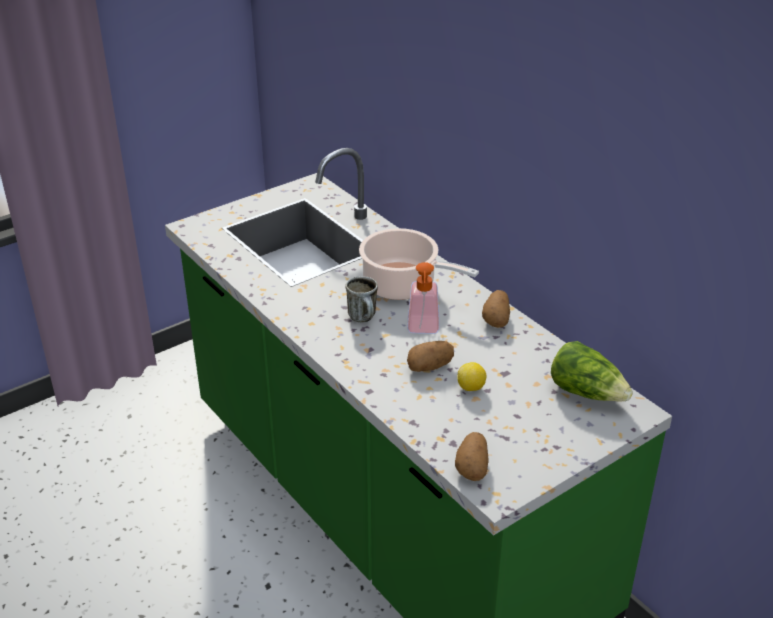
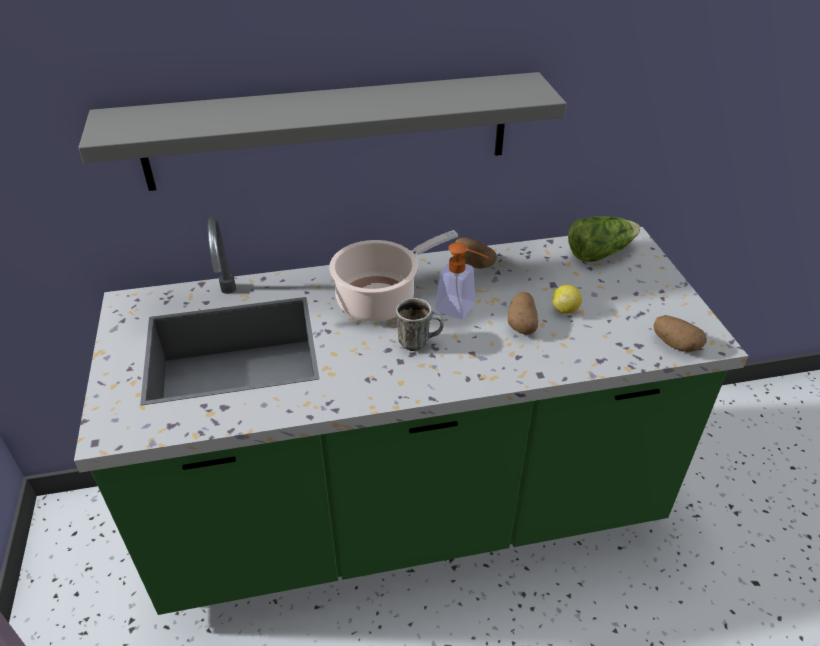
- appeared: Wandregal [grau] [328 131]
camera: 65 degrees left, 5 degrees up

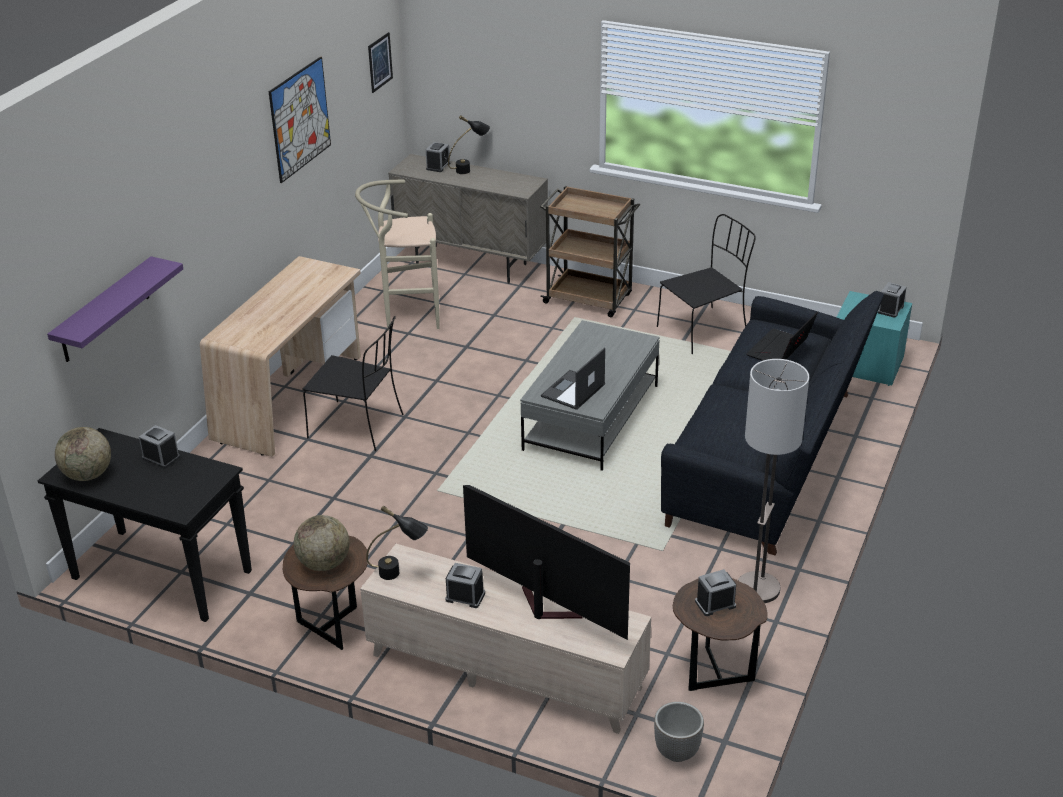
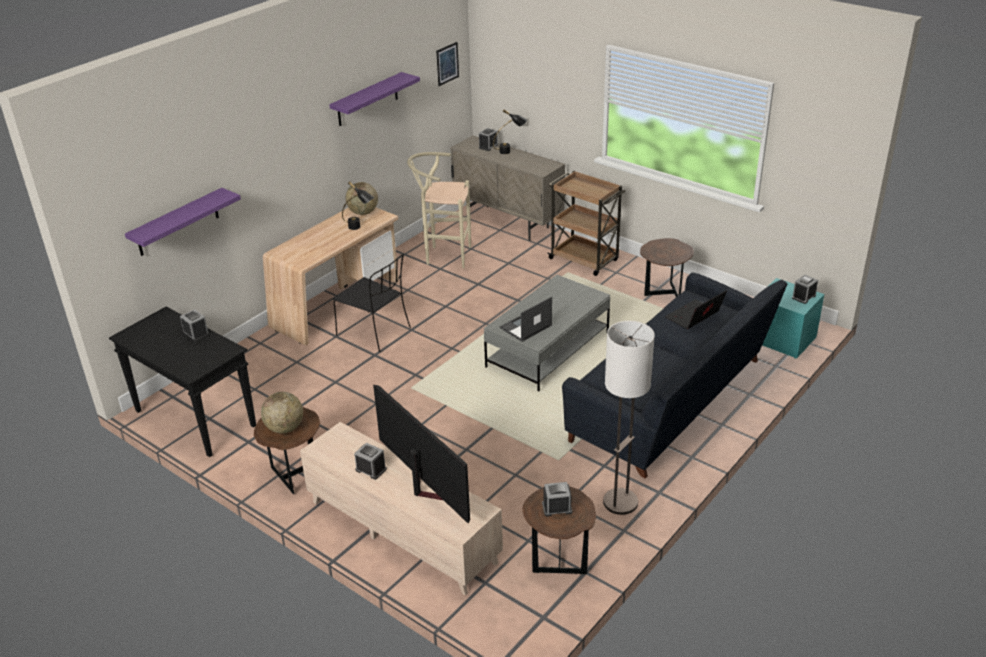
- exchanged: Bild [300 119] to Wandregal [lila] [367 99]
- relocated: Tischlampe [schwarz] [399 574] to [359 228]
- relocated: Globus [88 475] to [363 212]
- exchanged: Stuhl [schwarz] [704 330] to Beistelltisch [braun] [663 294]
- missing: Pflanzkübel [676 752]
camera: 15 degrees right, 0 degrees up

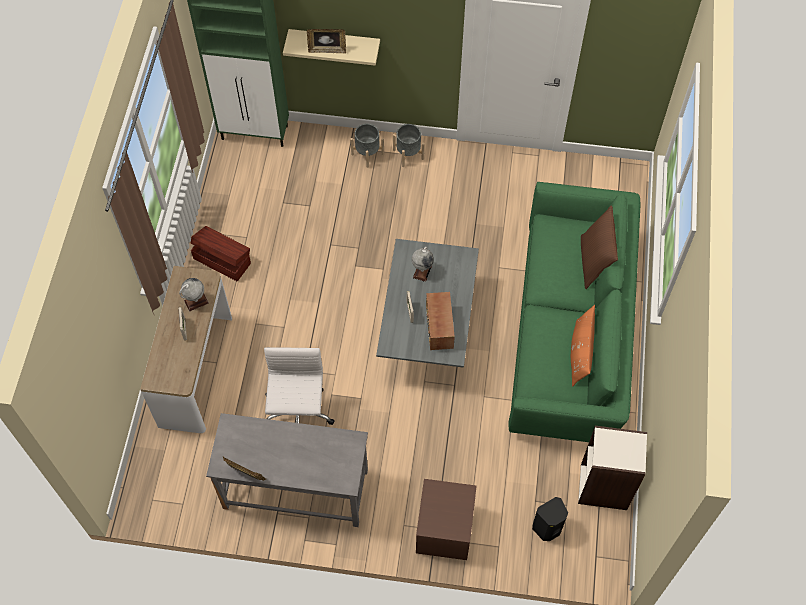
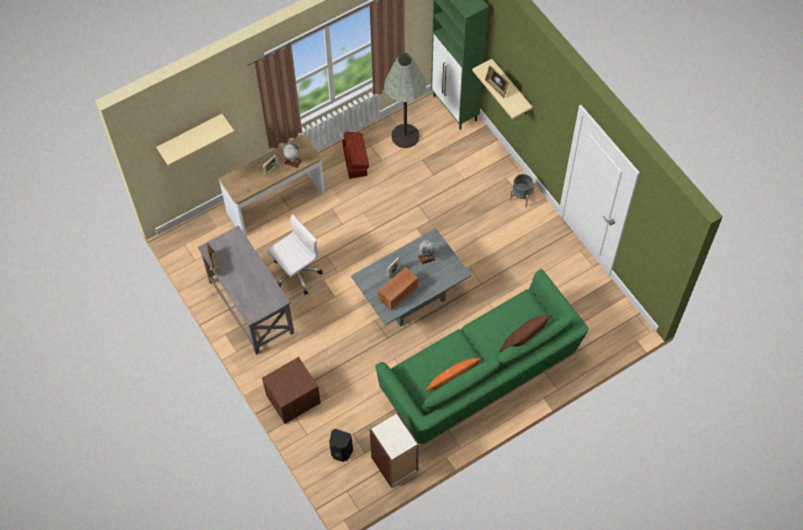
- appeared: Wandregal [beige] [191 136]
- appeared: Stehlampe [grau] [405 136]
- missing: Pflanzkübel [grau] [367 154]
camera: 50 degrees right, 0 degrees up

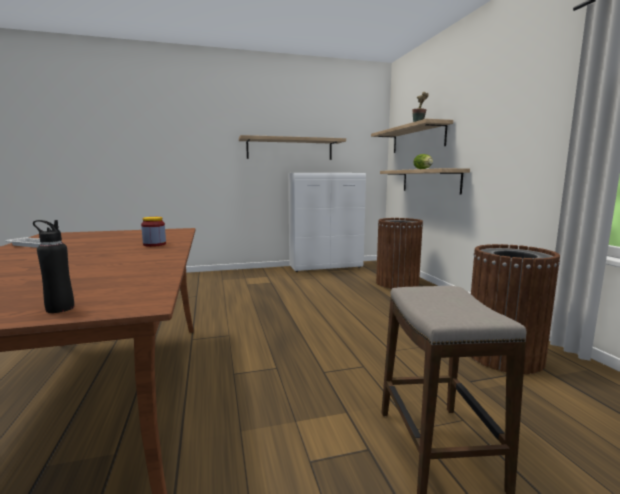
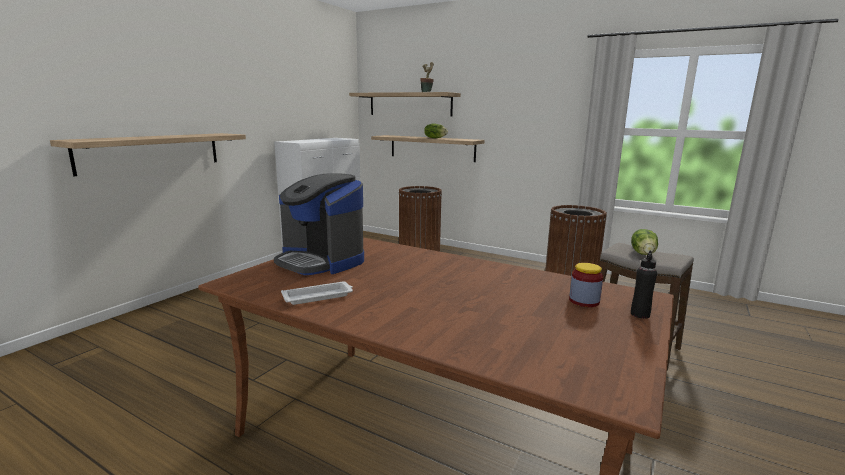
- relocated: Wandregal [290 149] to [151 152]
- appeared: Kaffeemaschine [321 261]
- relocated: Vorratsglas [154 244] to [584 301]
- appeared: Salatkopf [643 254]
camera: 45 degrees left, 5 degrees up

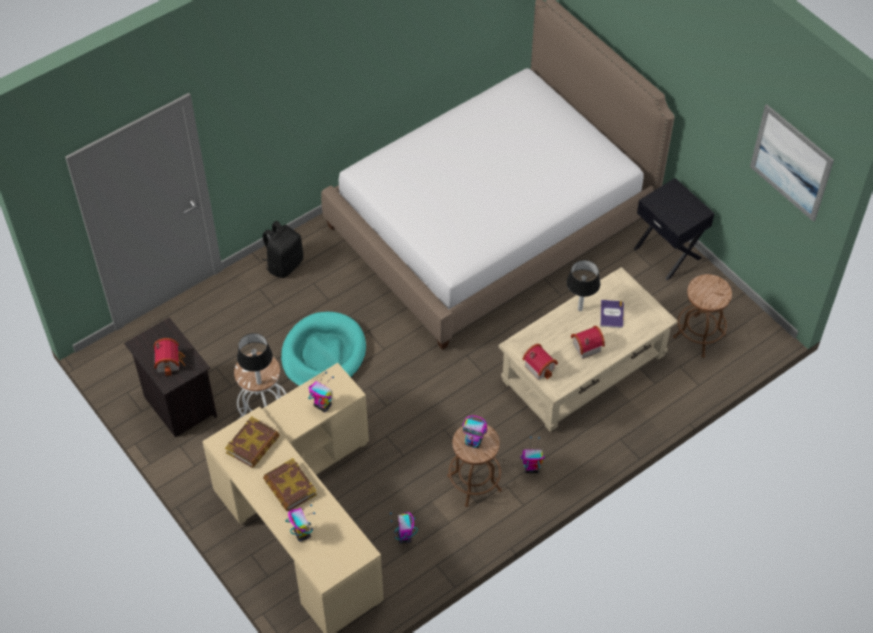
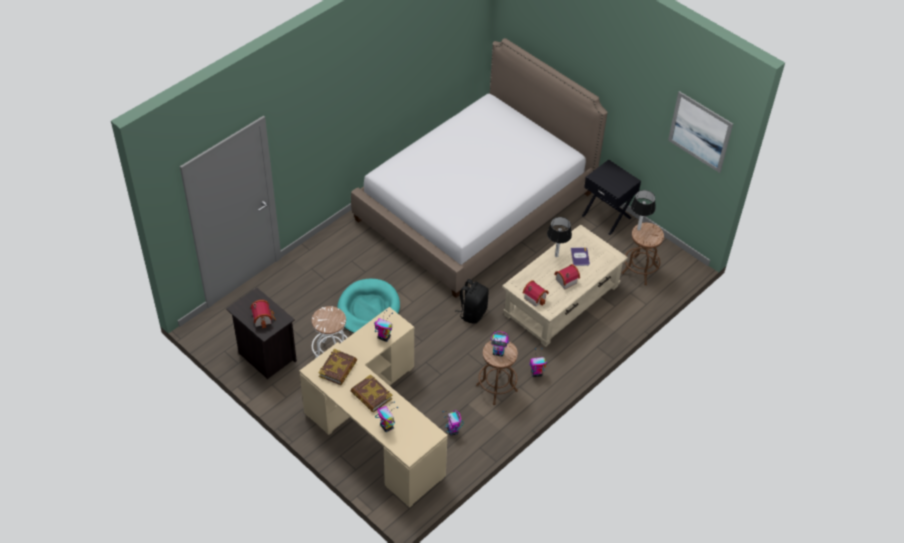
- relocated: Rucksack [schwarz] [284 264] to [472 313]
- relocated: Tischlampe [259 382] to [639 229]
camera: 10 degrees left, 5 degrees down

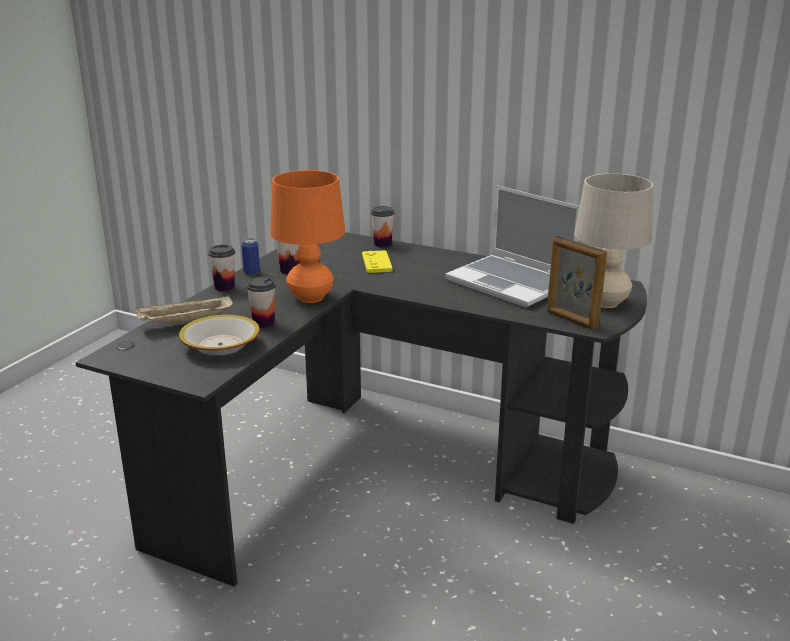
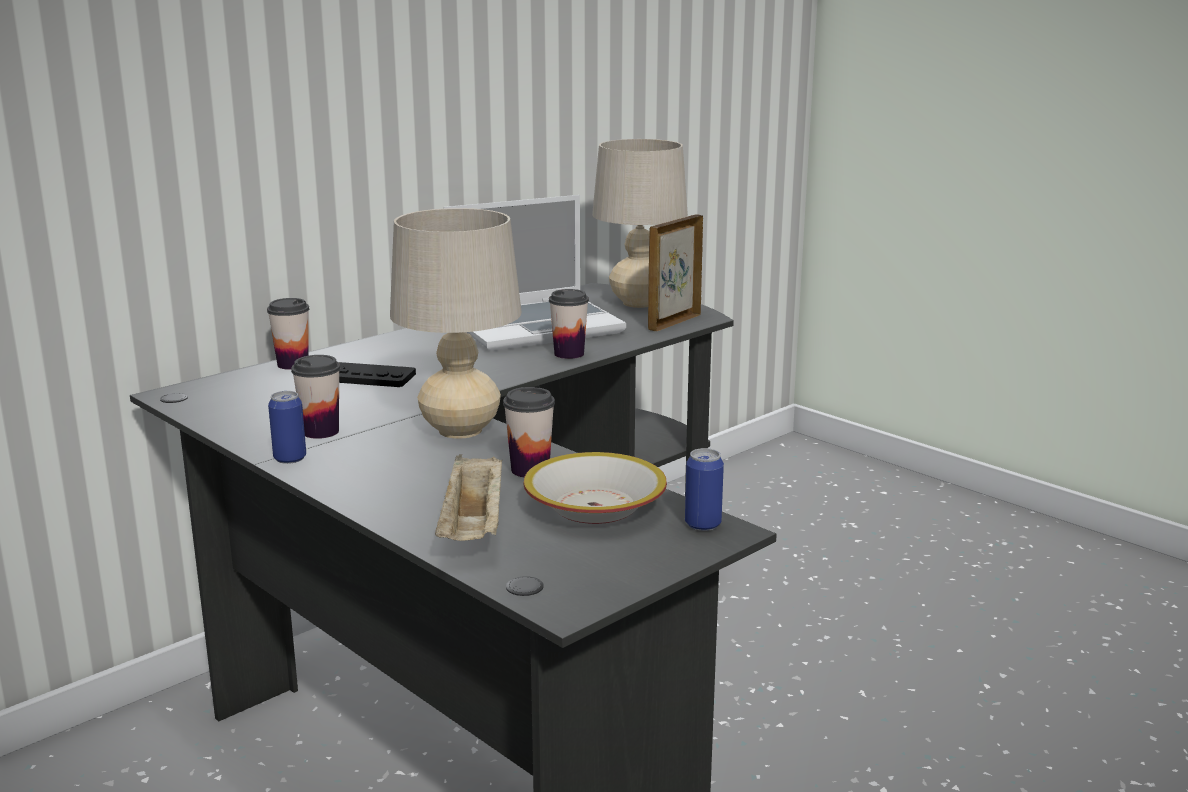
- colour: Gamepad [gelb] [376 263] to Gamepad [schwarz] [368 377]
- colour: Tischlampe [orange] [310 298] to Tischlampe [beige] [460 430]
- relocated: Tasse [224 287] to [569 354]
- spun: Bilderrahmen [571 320] = [673 322] 150 degrees clockwise
- appeared: Dose [703 524]
camera: 70 degrees left, 5 degrees down

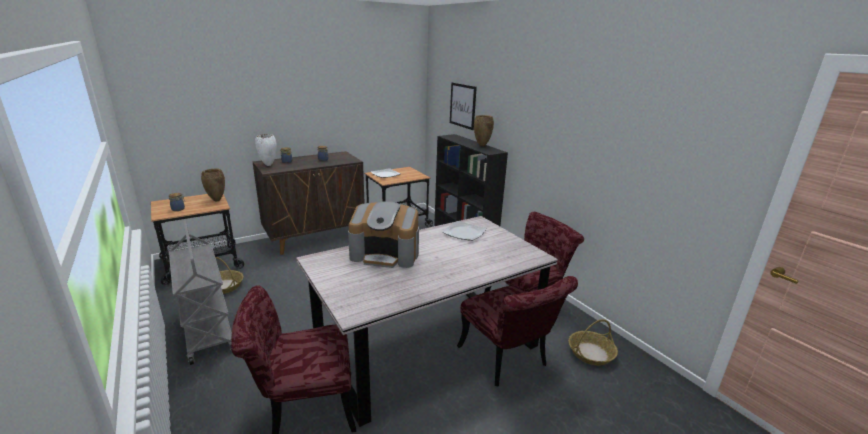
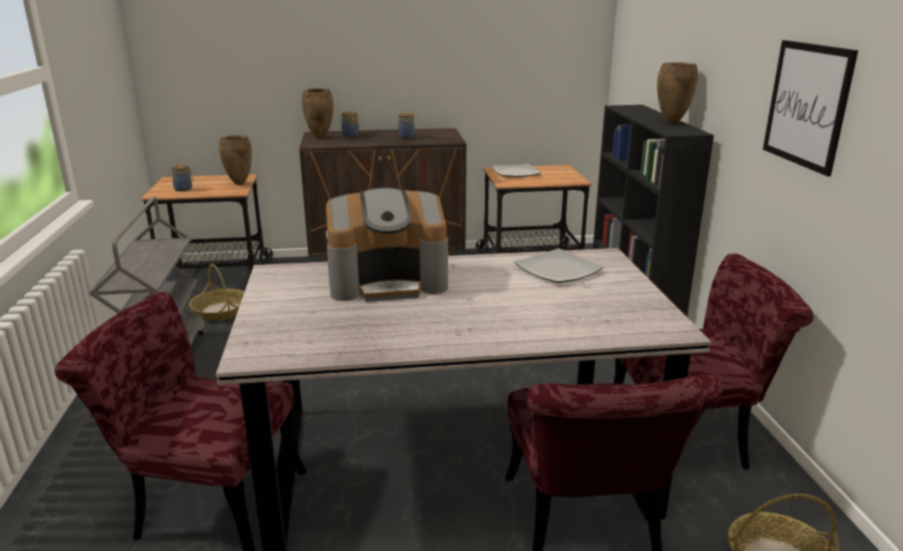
- colour: Vase [weiß] [268 165] to Vase [braun] [320 138]
- spun: Kaffeemaschine [386 254] = [388 281] 45 degrees counterclockwise
- relocated: Bild [462 105] to [807 105]
camera: 25 degrees right, 0 degrees up

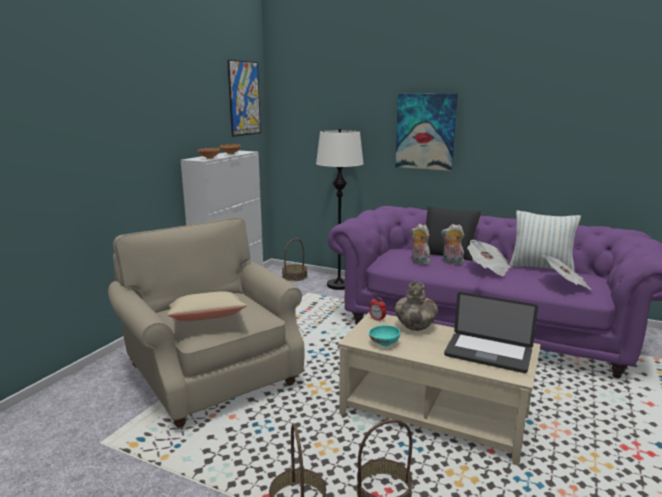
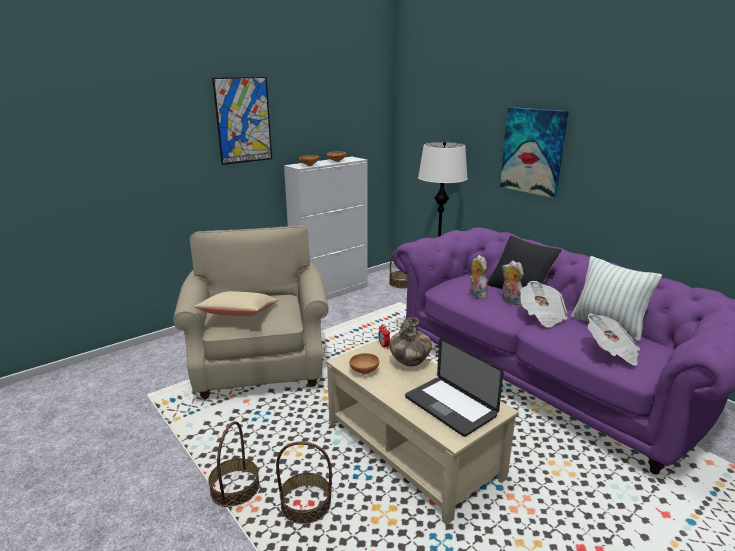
- relocated: Bild [244 98] to [243 120]
- colour: Schüssel [türkis] [383 343] to Schüssel [braun] [364 371]
camera: 25 degrees right, 5 degrees up

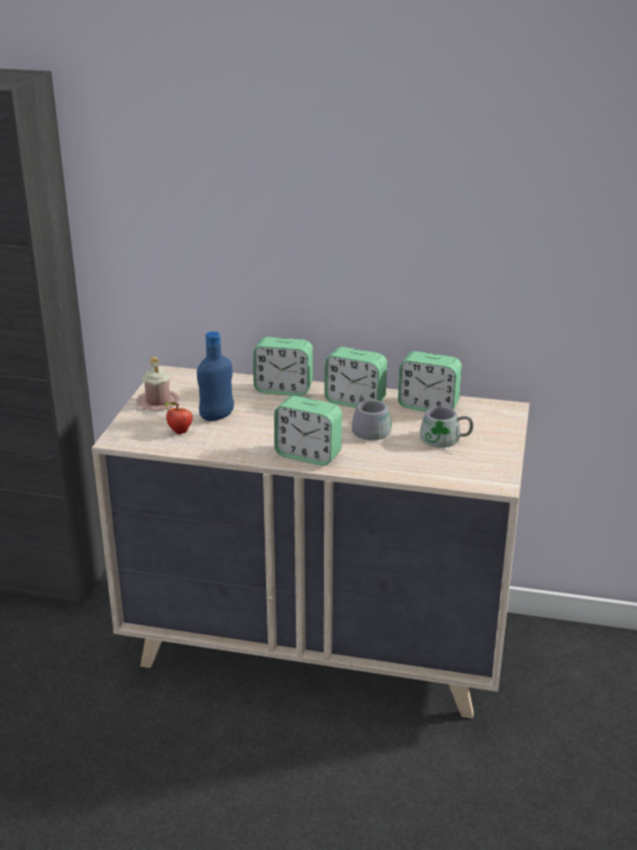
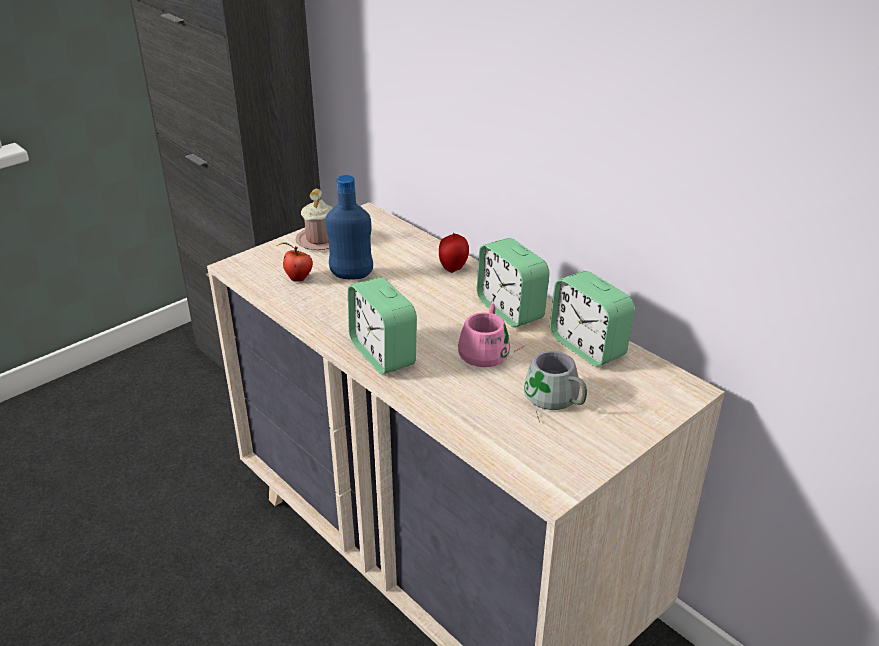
- exchanged: Wecker [283 389] to Apfel [453 268]
- colour: Henkelbecher [grau] [373 428] to Henkelbecher [rosa] [491 350]
camera: 35 degrees right, 5 degrees up

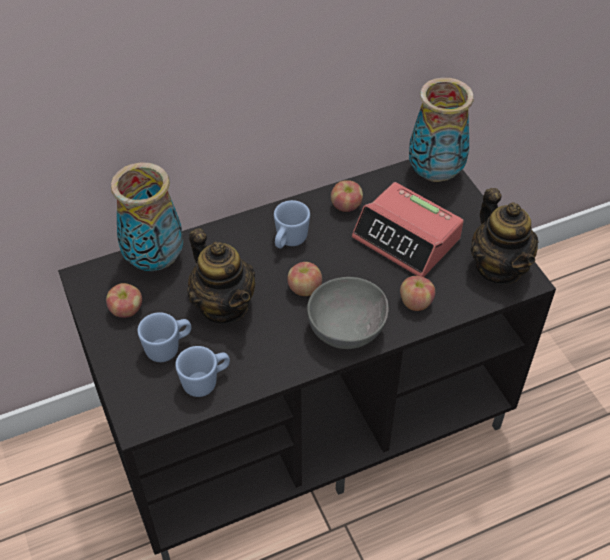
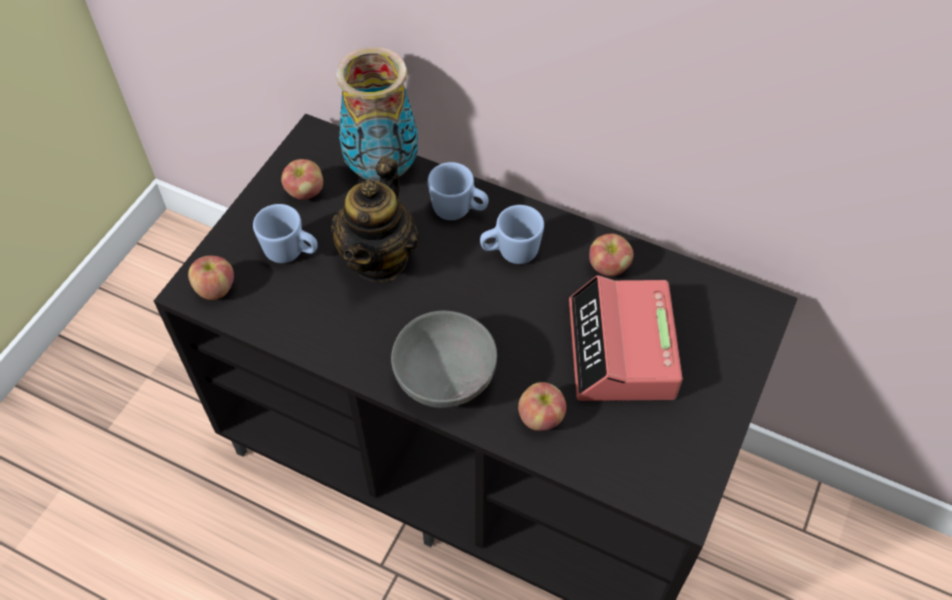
- relocated: Apfel [304 289] to [215 288]
- relocated: Henkelbecher [blau] [206 382] to [459 210]
- missing: Vase [435 174]
- missing: Teekanne [499 267]
camera: 50 degrees right, 5 degrees up

